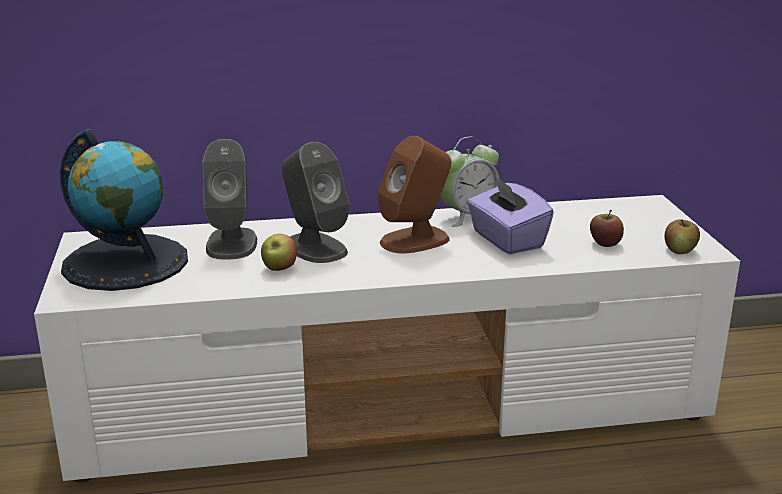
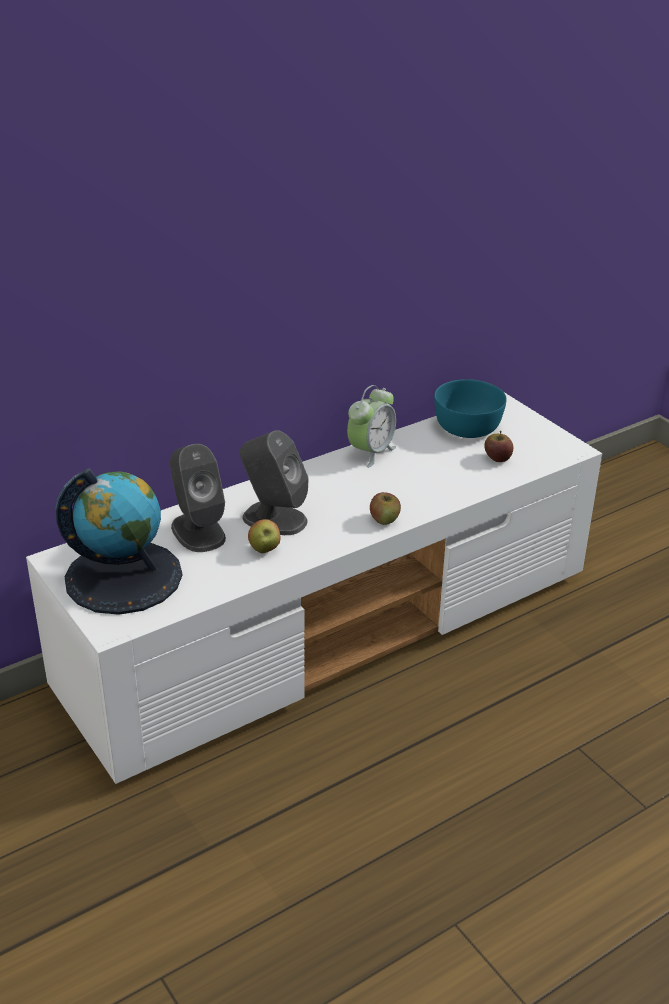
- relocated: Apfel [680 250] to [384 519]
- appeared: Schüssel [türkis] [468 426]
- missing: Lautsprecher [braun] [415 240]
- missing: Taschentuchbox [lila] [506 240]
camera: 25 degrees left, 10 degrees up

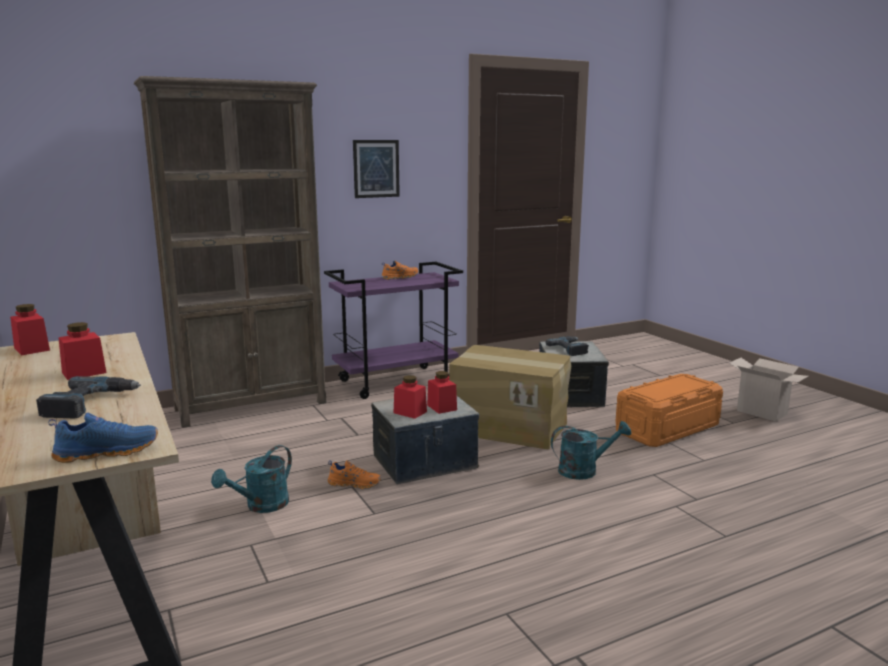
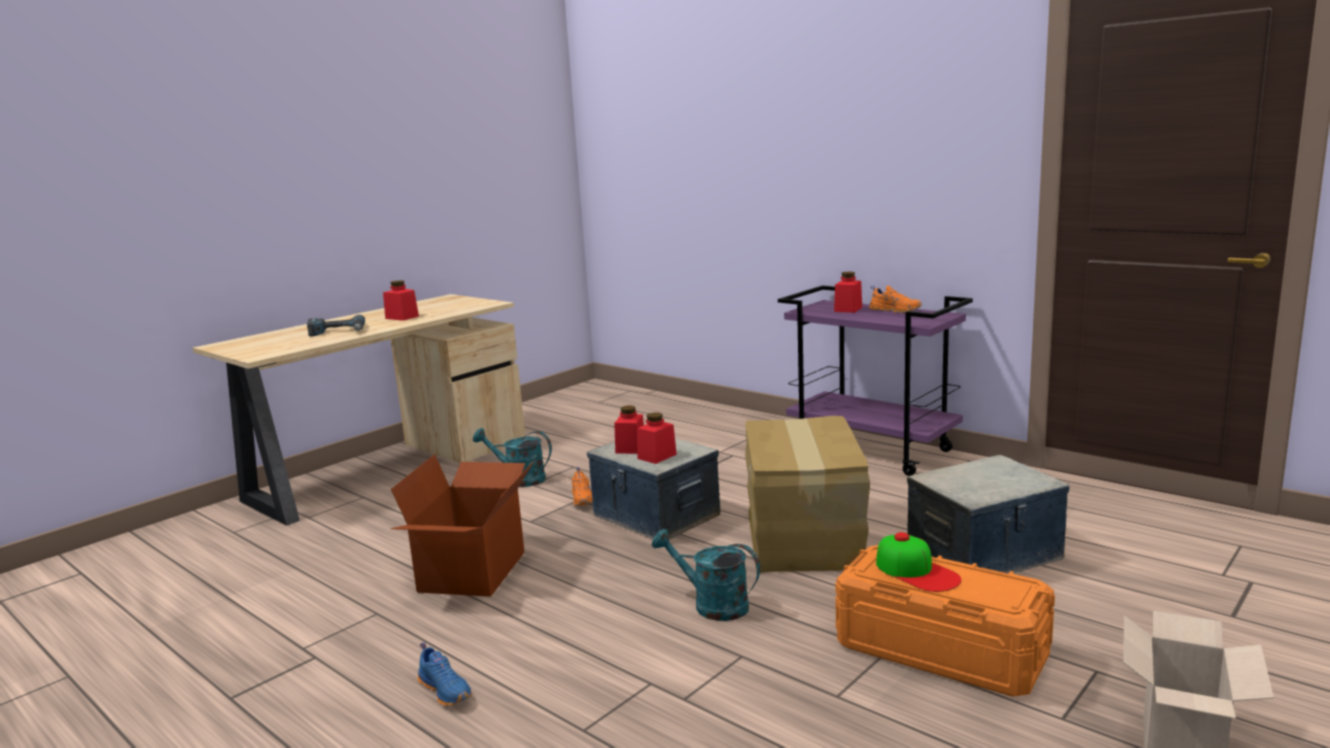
- appeared: Karton [474 572]
- relocated: Schuh [blau] [107 452] to [446 690]
- spun: Gießkanne [türkis] [584 470] = [711 605] 150 degrees clockwise
- relocated: Vorratsglas [rot] [32 349] to [848 309]
- appeared: Kappe [917 571]
- missing: Bücherregal [braun] [252 405]
- missing: Bild [376 168]
- missing: Bohrmaschine [571 349]
camera: 70 degrees right, 0 degrees up

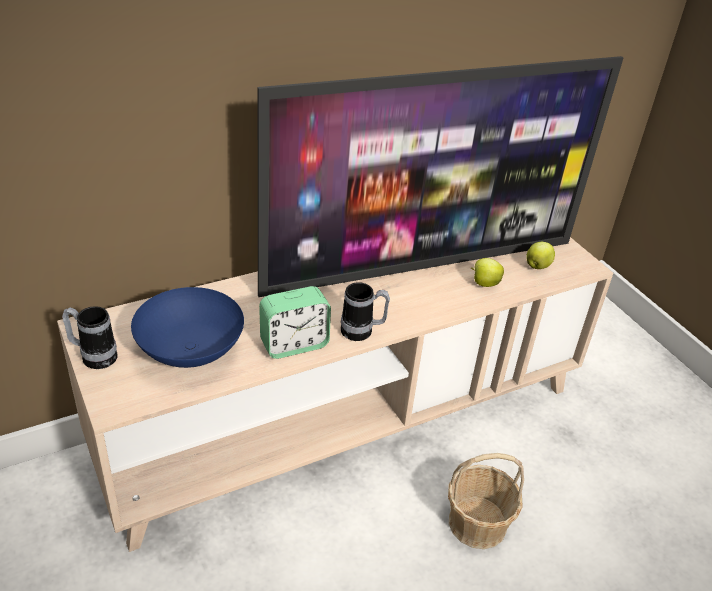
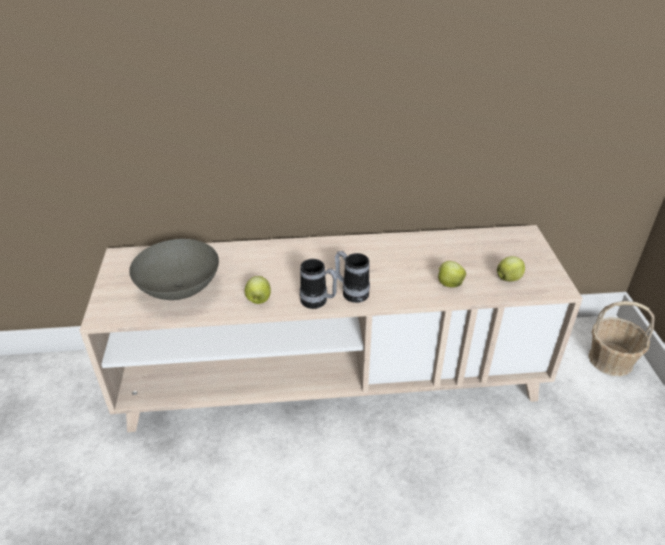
- colour: Schüssel [blau] [191 353] to Schüssel [grau] [179 290]
- exchanged: Wecker [294 344] to Apfel [258 300]
- relocated: Henkelbecher [93 356] to [351 292]
- relocated: Korb [478 523] to [611 360]
- missing: Fernseher [421 265]
camera: 25 degrees right, 0 degrees up

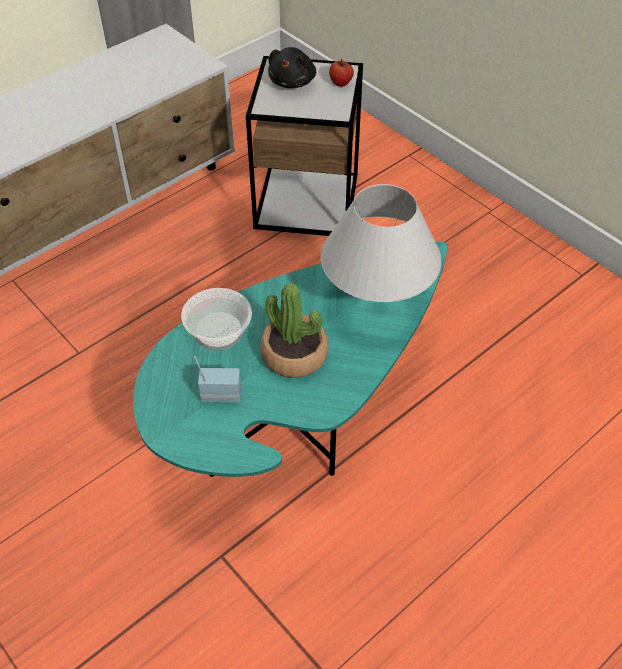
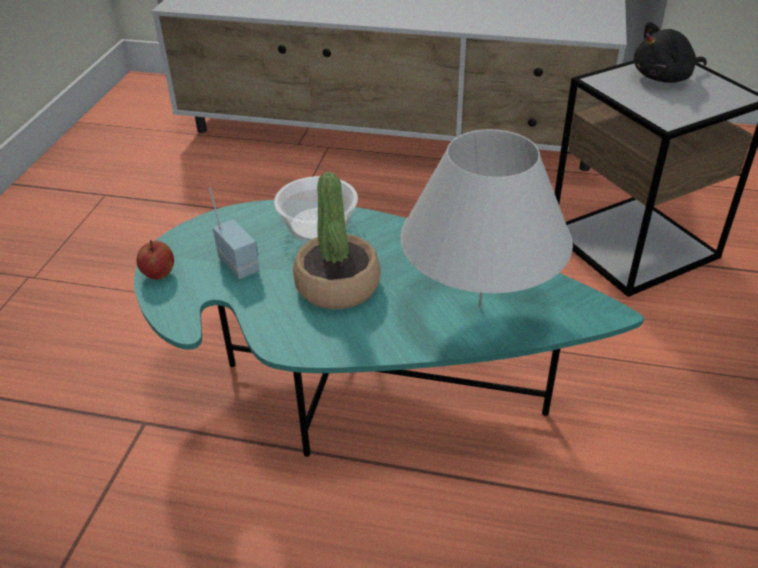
- relocated: Apfel [341 83] to [159 274]
camera: 55 degrees right, 10 degrees down

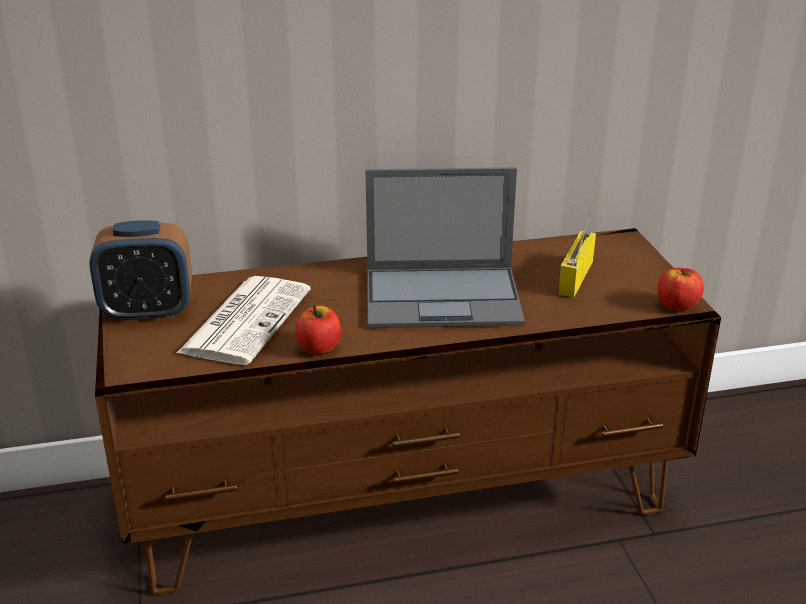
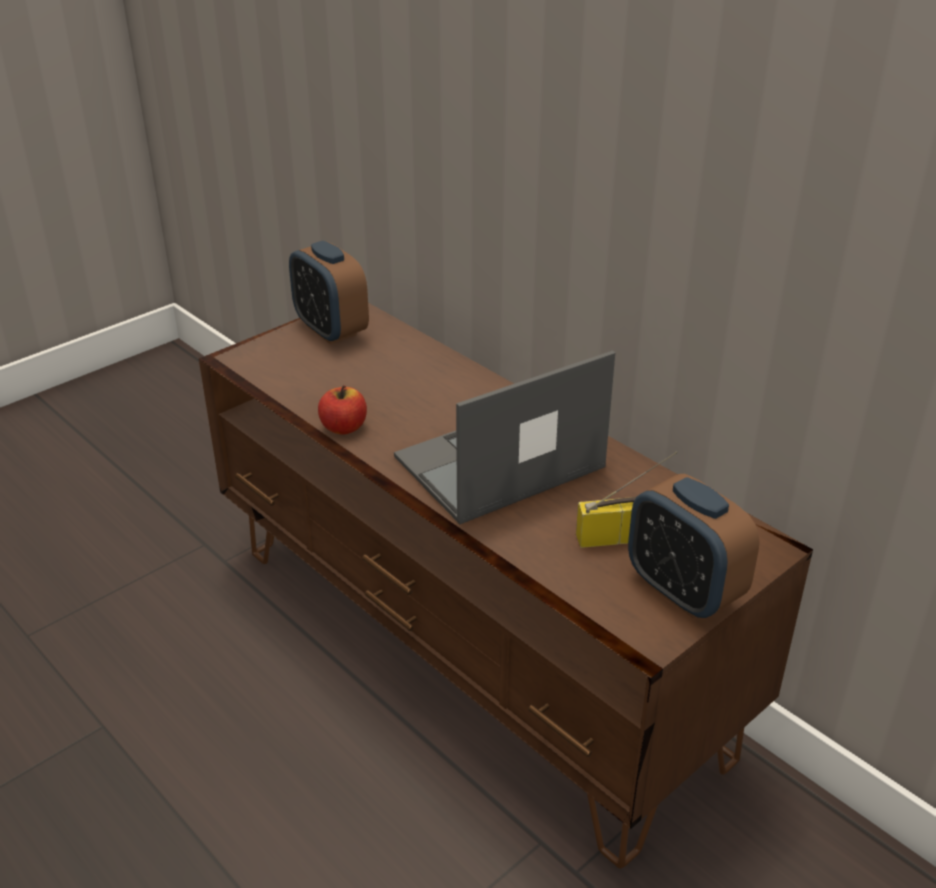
- spun: Laptop [444 297] = [497 464] 90 degrees clockwise
- appeared: Wecker [683 591]
- missing: Zeitung [246 320]
- missing: Apfel [677 305]
camera: 60 degrees right, 5 degrees up

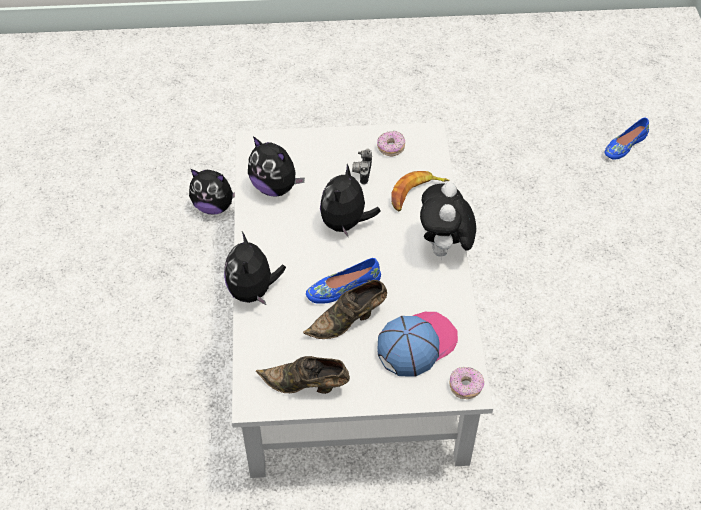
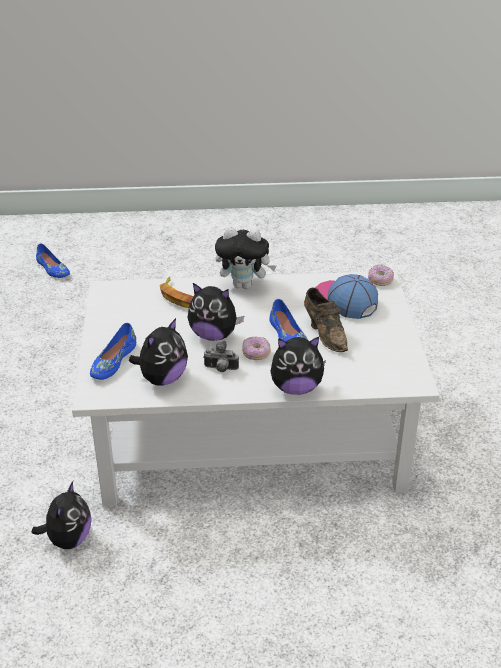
- appeared: Schuh [blau] [112 361]
- relocated: Kamera [362 172] to [220 369]
- relocated: Donut [390 148] to [256 354]
- missing: Schuh [braun] [306 386]
camera: 90 degrees left, 15 degrees down

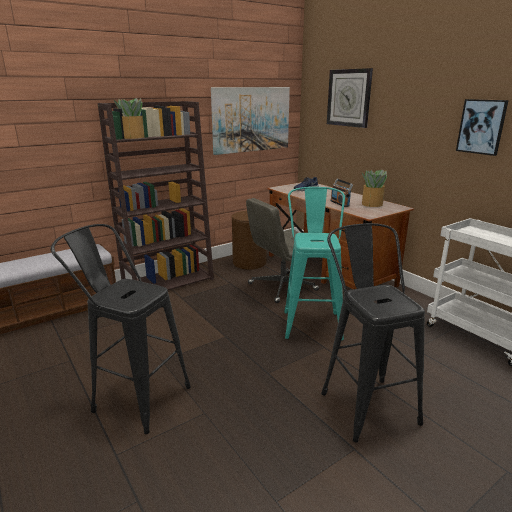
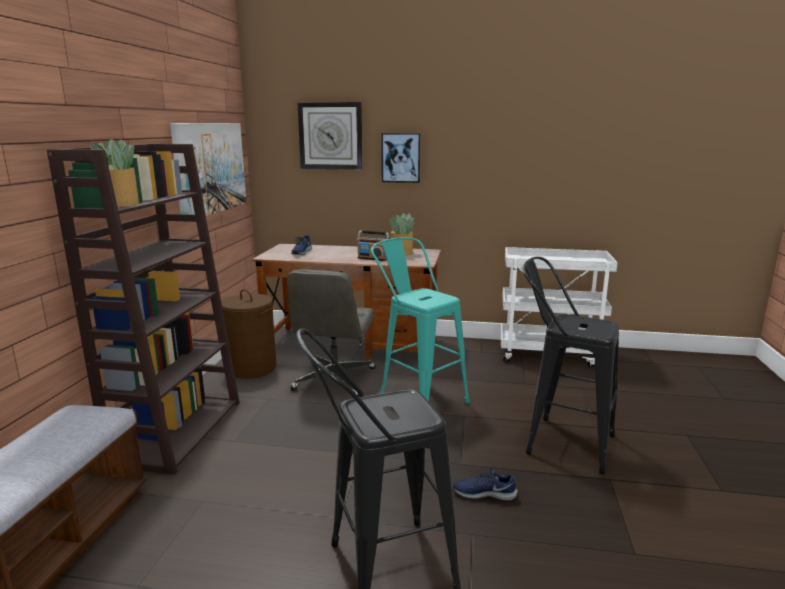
- relocated: Bild [481 126] to [401 157]
- appeared: Schuh [blau] [484 493]
camera: 45 degrees left, 5 degrees down

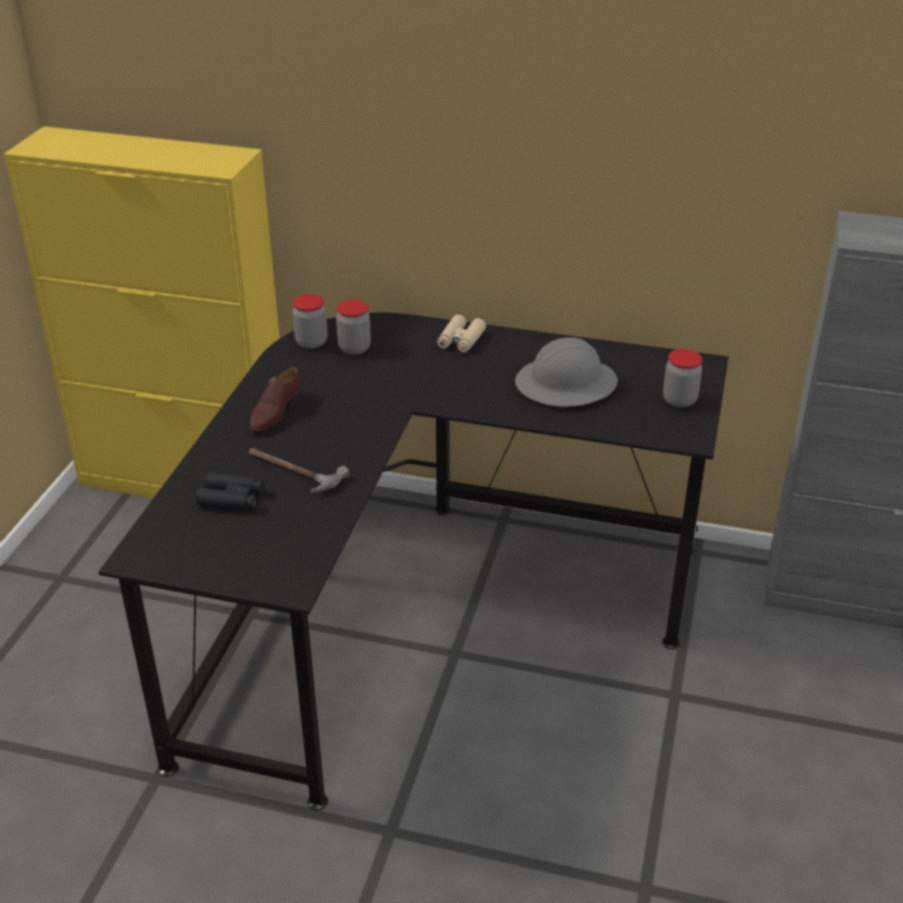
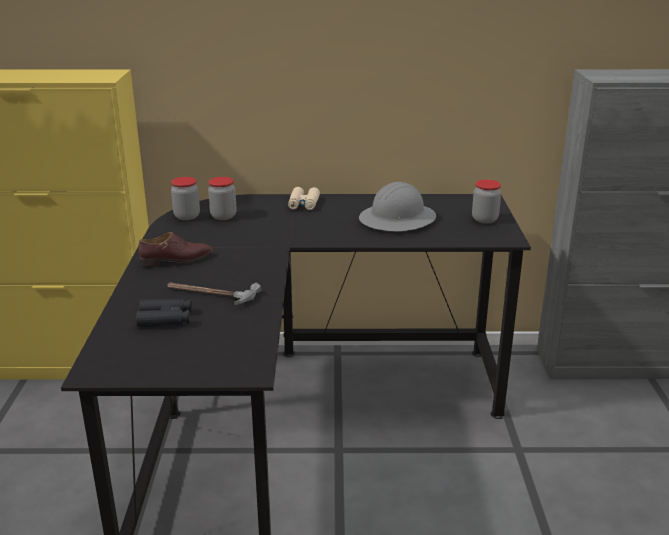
- spun: Schuh [braun] [274 413] = [177 260] 120 degrees counterclockwise
camera: 15 degrees left, 10 degrees down

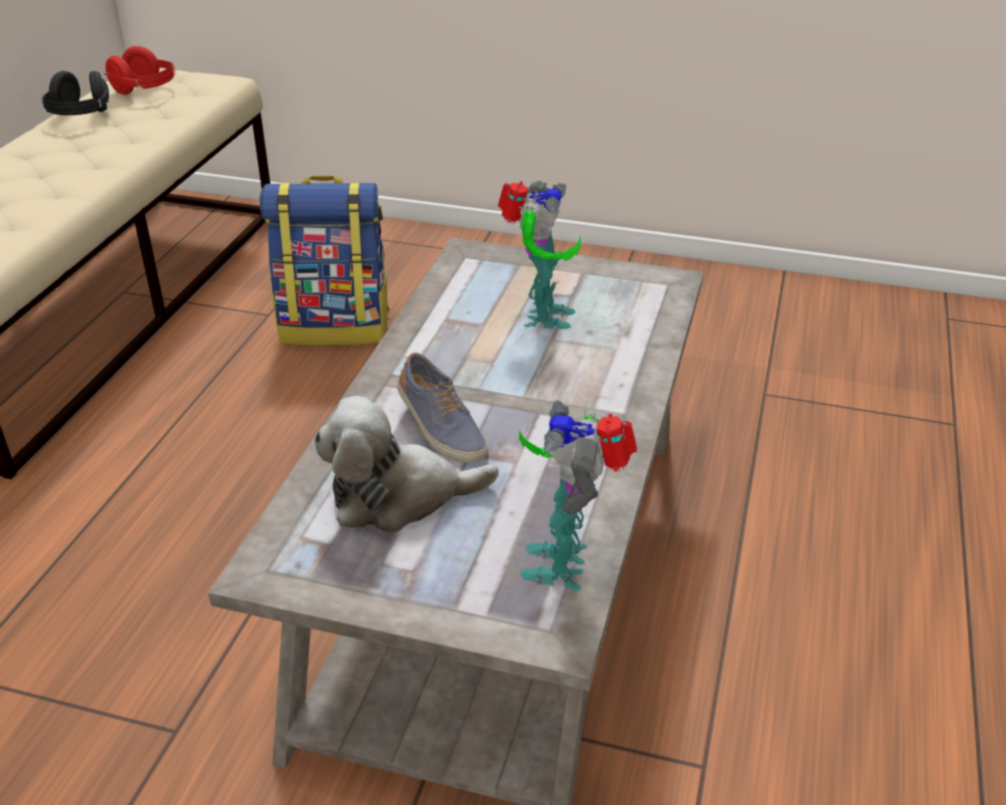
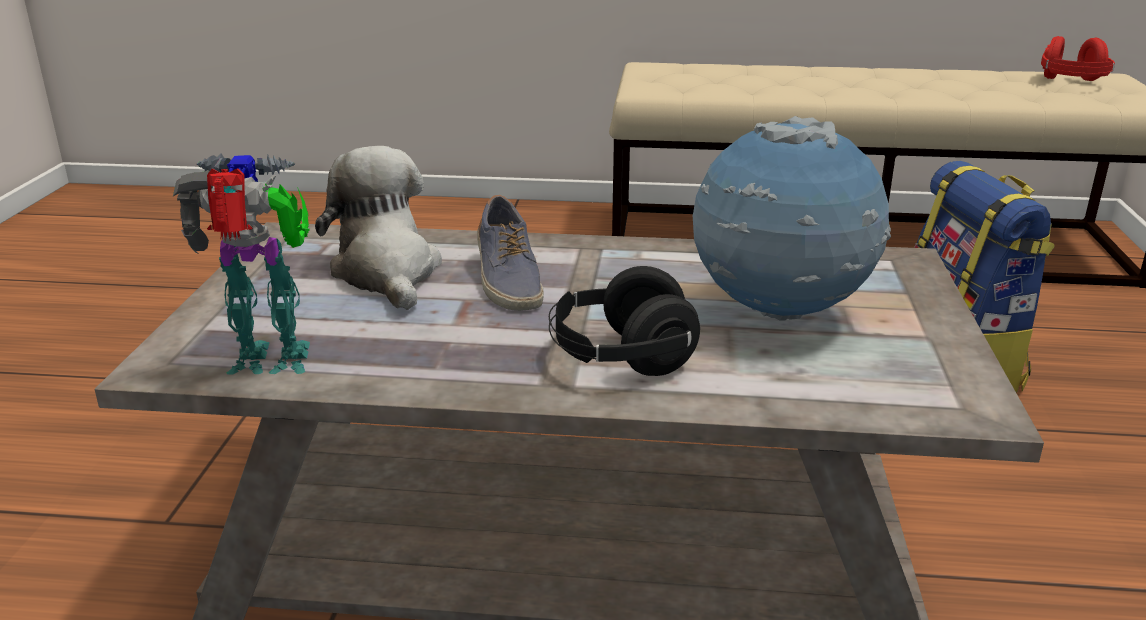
- spun: Schuh [440 429] = [506 280] 60 degrees counterclockwise
- relocated: Kopfhörer [schwarz] [81 116] to [620 359]
- exchanged: Spielzeugroboter [541 317] to Globus [779 316]
camera: 80 degrees right, 10 degrees down

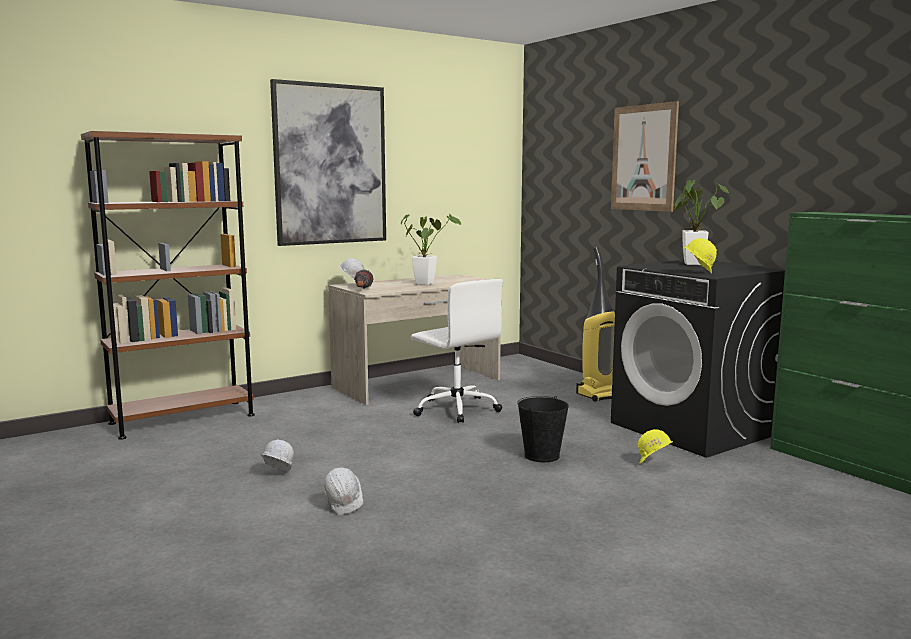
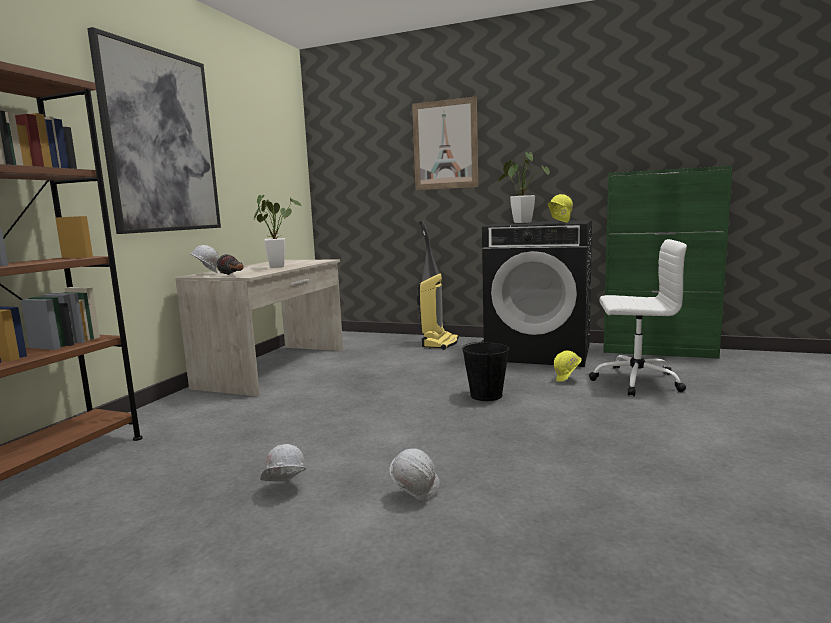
- relocated: Bürostuhl [weiß] [456 409] to [634 381]
camera: 35 degrees left, 0 degrees up

